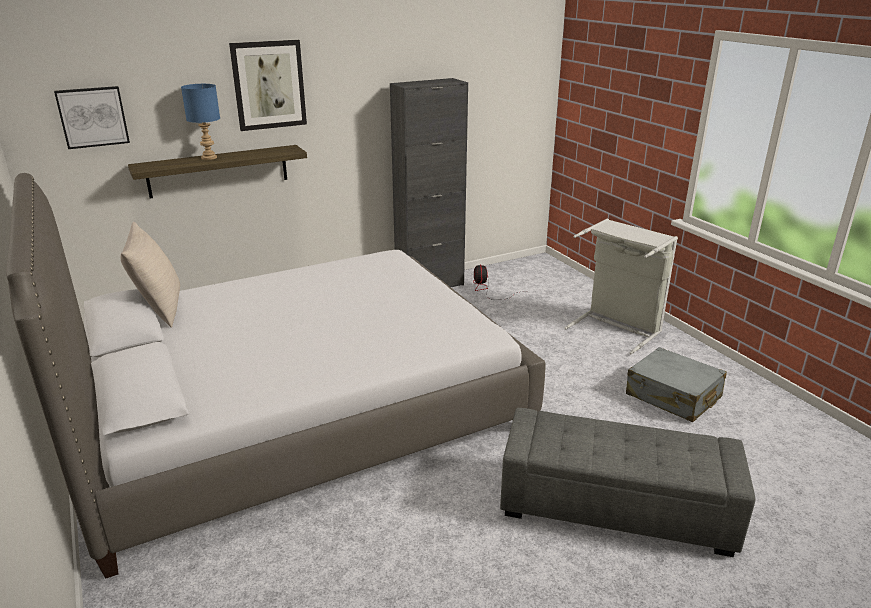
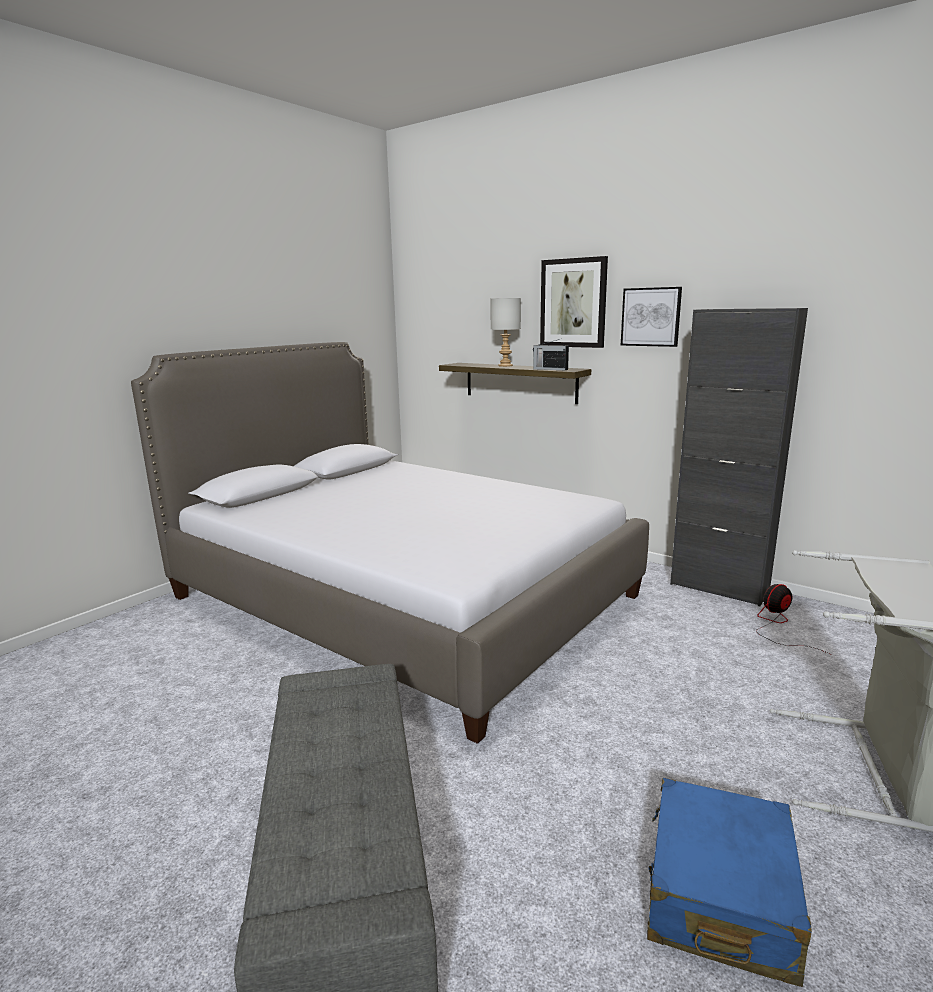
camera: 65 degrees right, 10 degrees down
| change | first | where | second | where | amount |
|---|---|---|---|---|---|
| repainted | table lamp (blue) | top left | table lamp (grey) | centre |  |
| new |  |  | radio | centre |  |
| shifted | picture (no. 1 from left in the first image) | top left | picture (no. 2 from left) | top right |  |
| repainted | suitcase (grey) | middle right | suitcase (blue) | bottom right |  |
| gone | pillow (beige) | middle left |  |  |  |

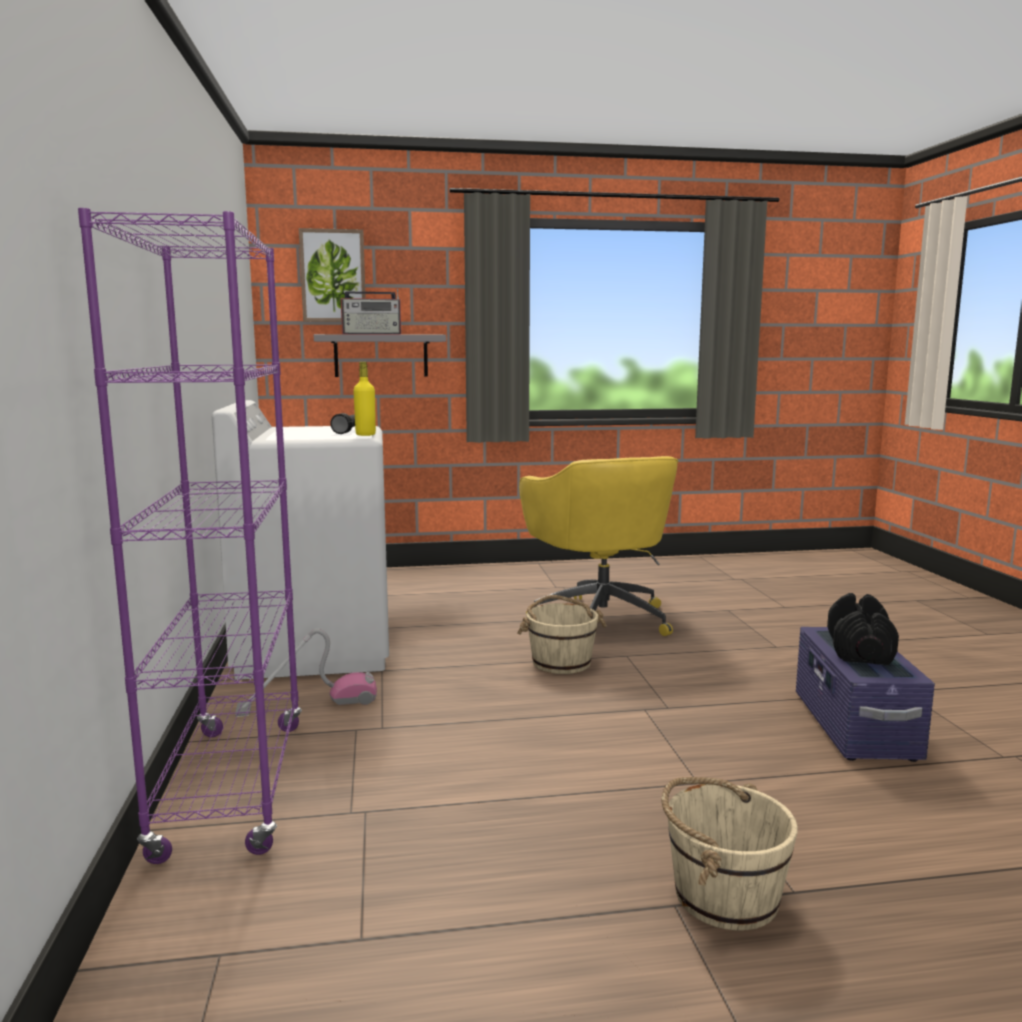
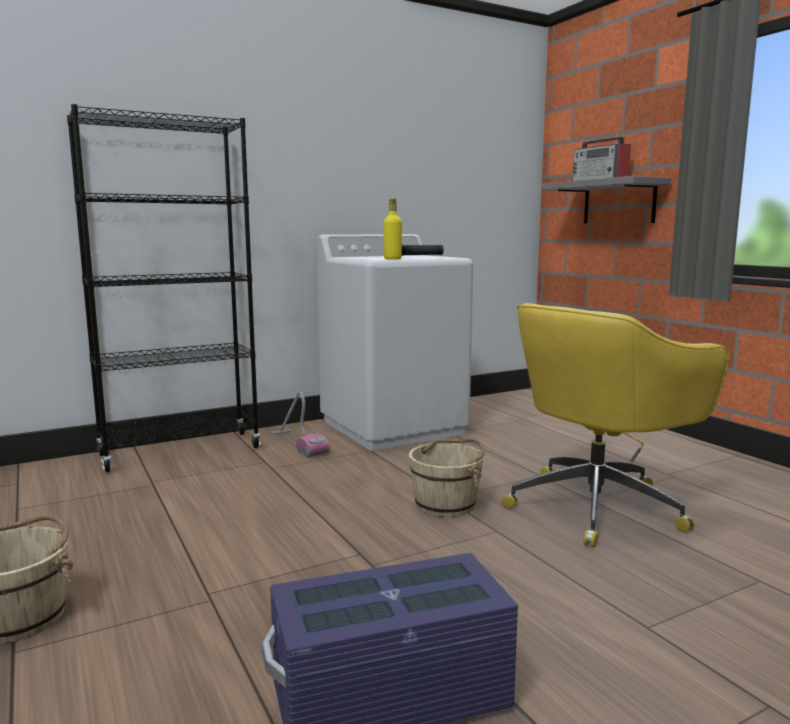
camera: 70 degrees right, 0 degrees up
| change | first | where | second | where | amount |
|---|---|---|---|---|---|
| repainted | bookcase (purple) | middle left | bookcase (black) | middle left |  |
| gone | picture | top left |  |  |  |
| gone | dumbbell (black) | middle right |  |  |  |

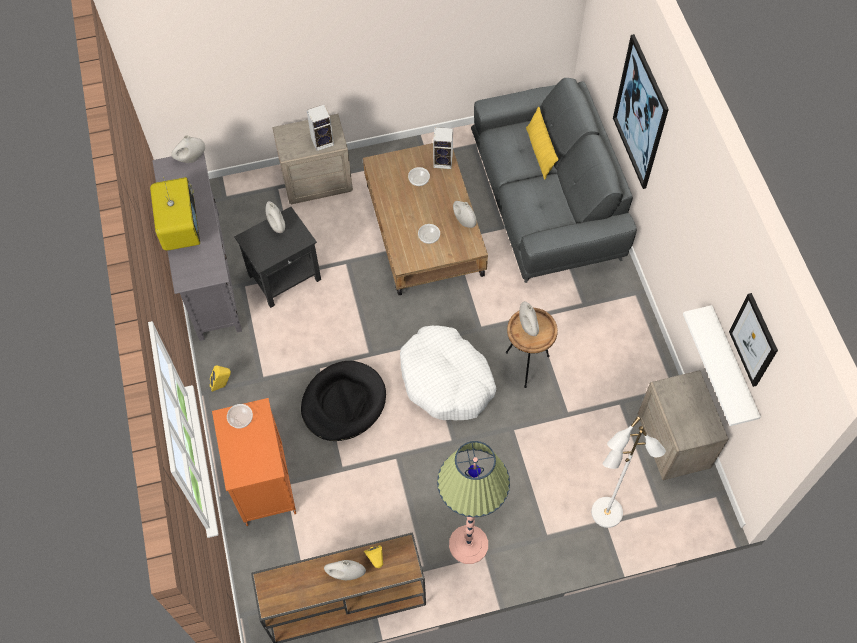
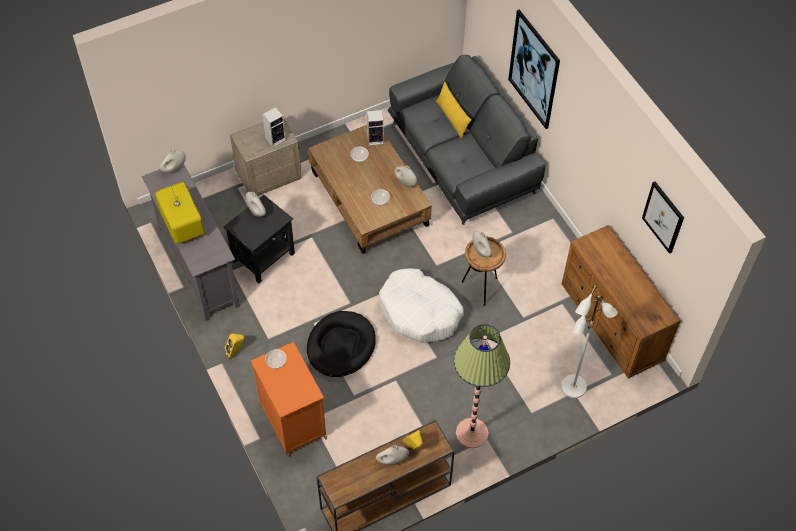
camera: 15 degrees left, 5 degrees down
| change | first | where | second | where | amount |
|---|---|---|---|---|---|
| swapped | nightstand (beige) (no. 2 from left) | middle right | dresser (brown) | middle right |  |
| gone | shelf (white) | middle right |  |  |  |

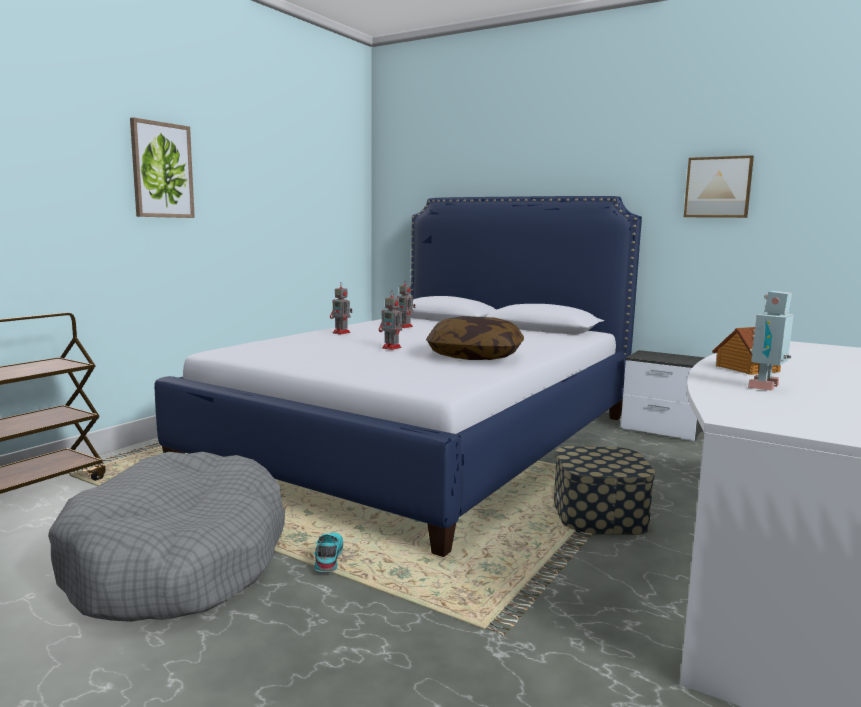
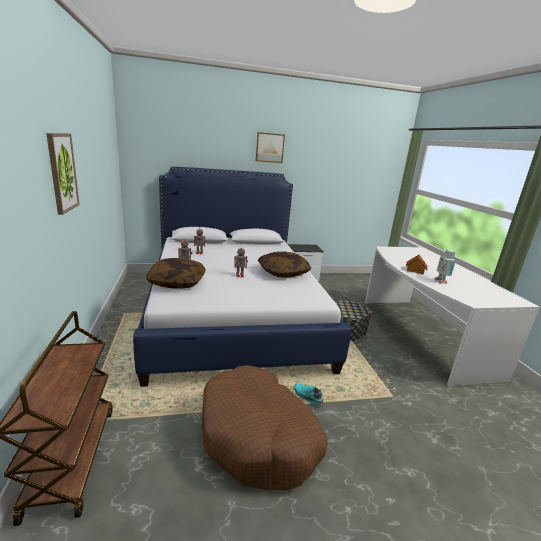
camera: 45 degrees left, 10 degrees up
| change | first | where | second | where | amount |
|---|---|---|---|---|---|
| new |  |  | pillow (no. 1 from left) | middle left |  |
| repainted | dog bed (grey) | bottom left | dog bed (brown) | bottom centre |  |
| shifted | picture (no. 2 from left) | top right |  | top centre |  |

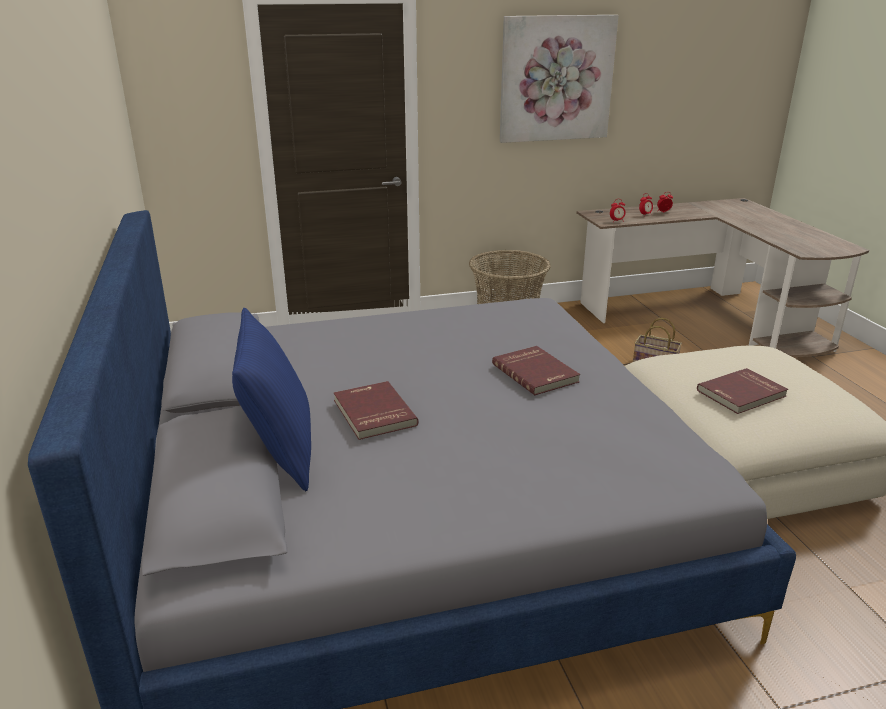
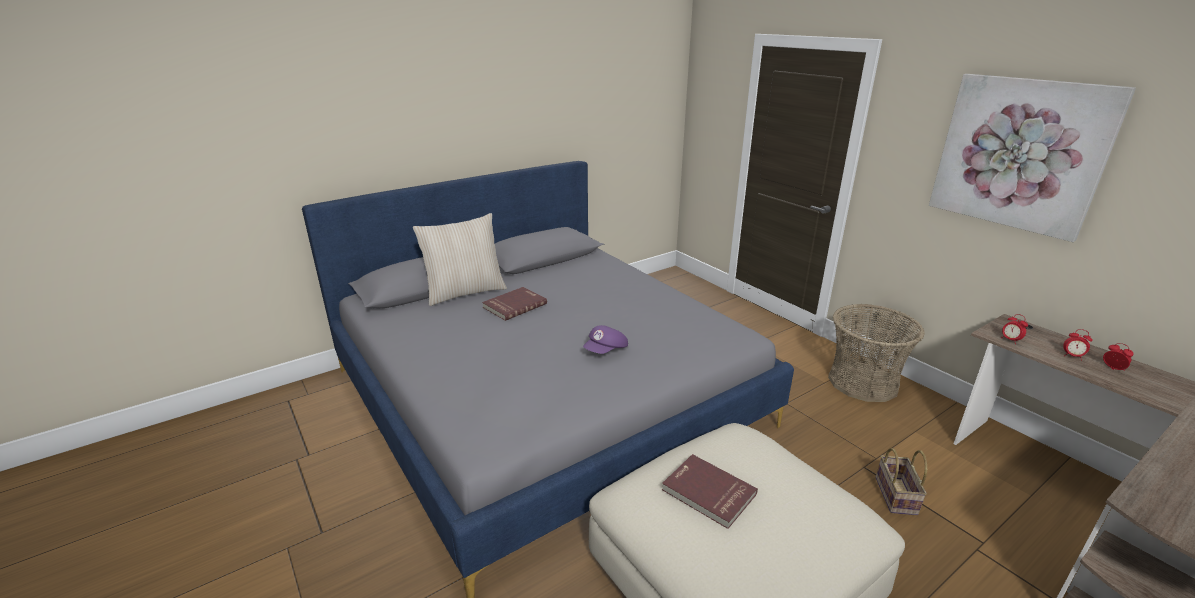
camera: 70 degrees right, 0 degrees up
| change | first | where | second | where | amount |
|---|---|---|---|---|---|
| repainted | pillow (blue) | middle left | pillow (beige) | centre |  |
| swapped | book (red) (no. 2 from left) | centre | cap (purple) | centre |  |

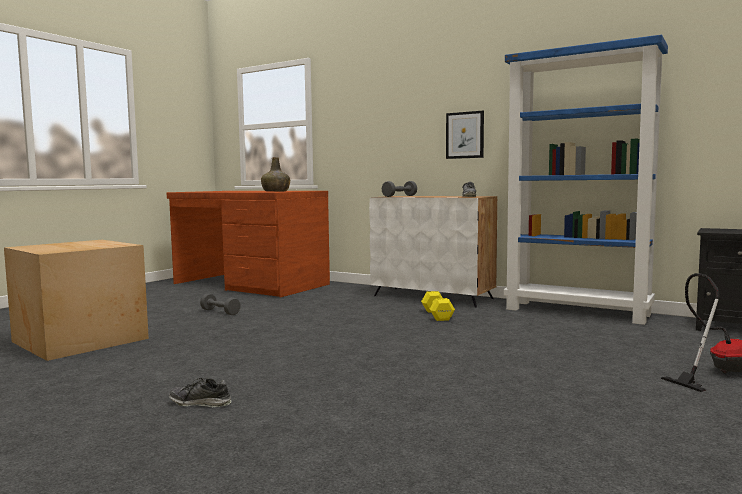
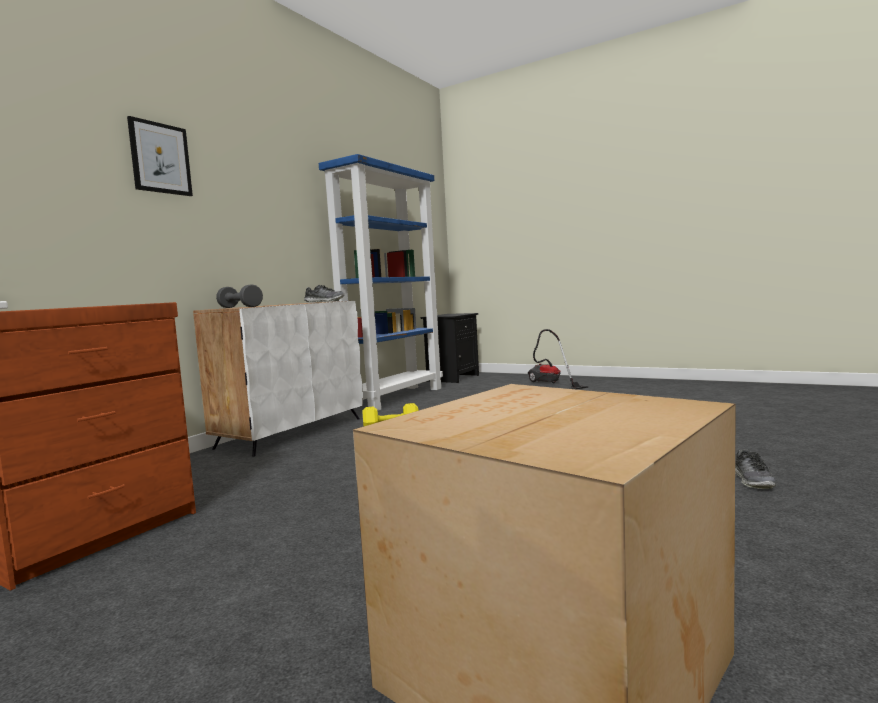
camera: 90 degrees left, 0 degrees up
| change | first | where | second | where | amount |
|---|---|---|---|---|---|
| shifted | picture | top centre |  | top left |  |
| gone | dumbbell (grey) (no. 1 from left) | middle left |  |  |  |
| gone | bottle (green) | centre |  |  |  |

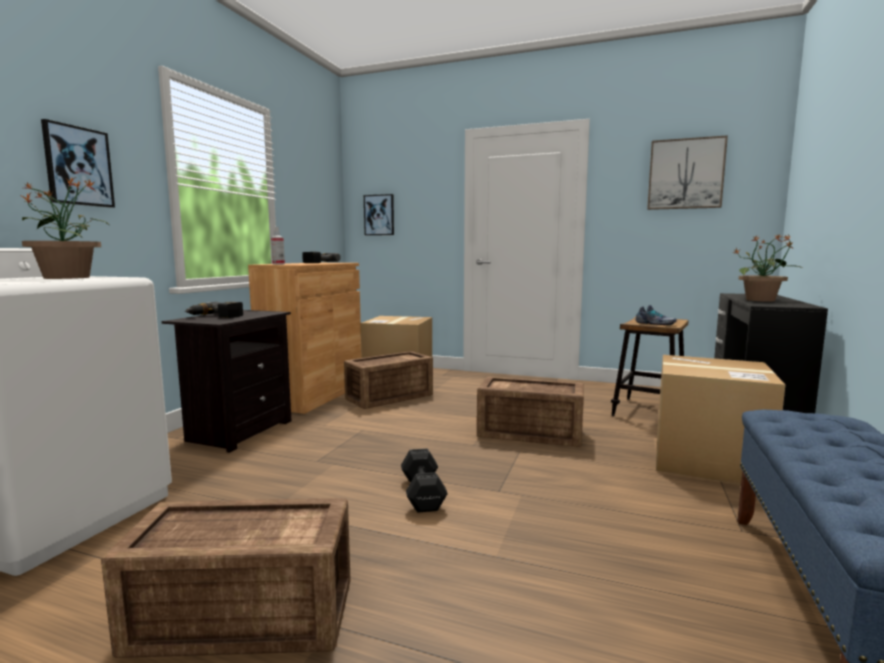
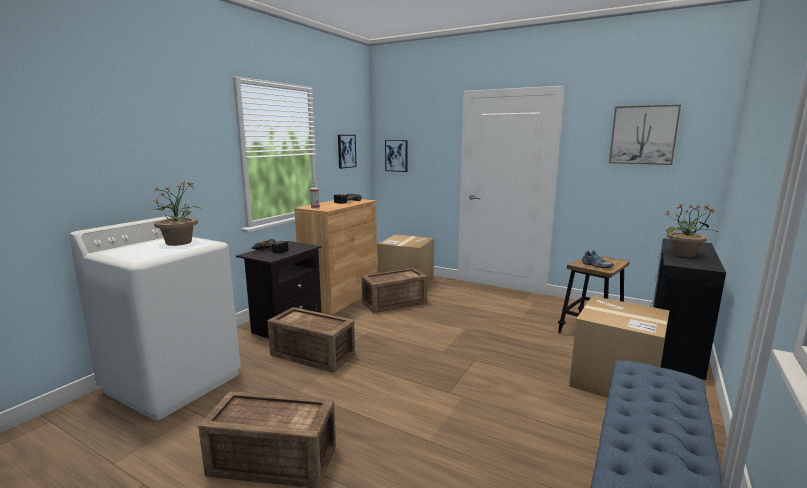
camera: 10 degrees right, 5 degrees up
| change | first | where | second | where | amount |
|---|---|---|---|---|---|
| shifted | crate (no. 3 from left in the first image) | centre | crate (no. 2 from left) | bottom centre |  |
| shifted | picture (no. 1 from left) | top left |  | top centre |  |
| gone | dumbbell (black) | bottom centre |  |  |  |

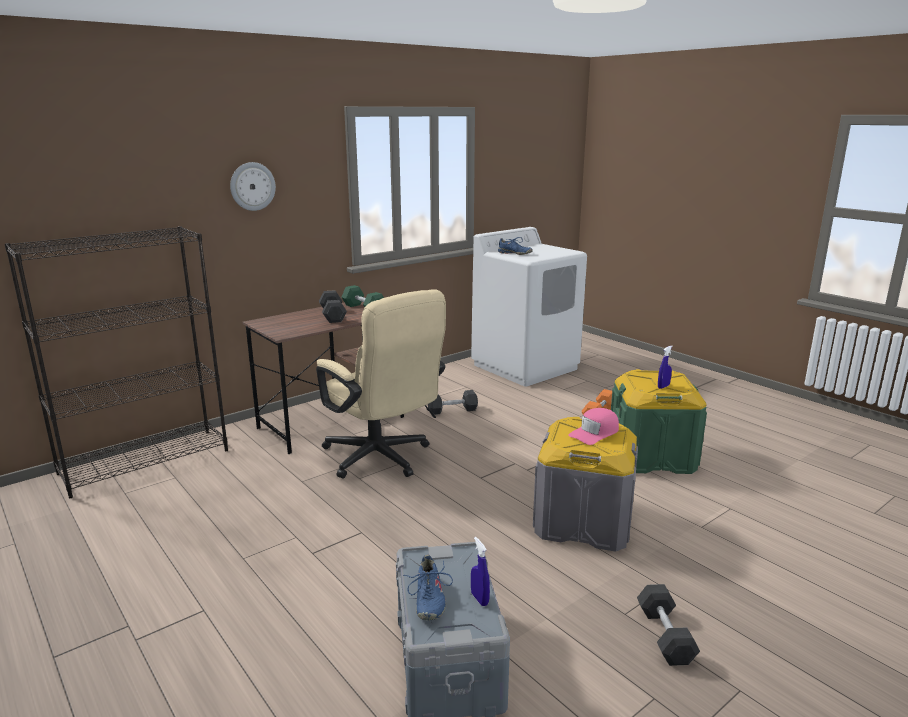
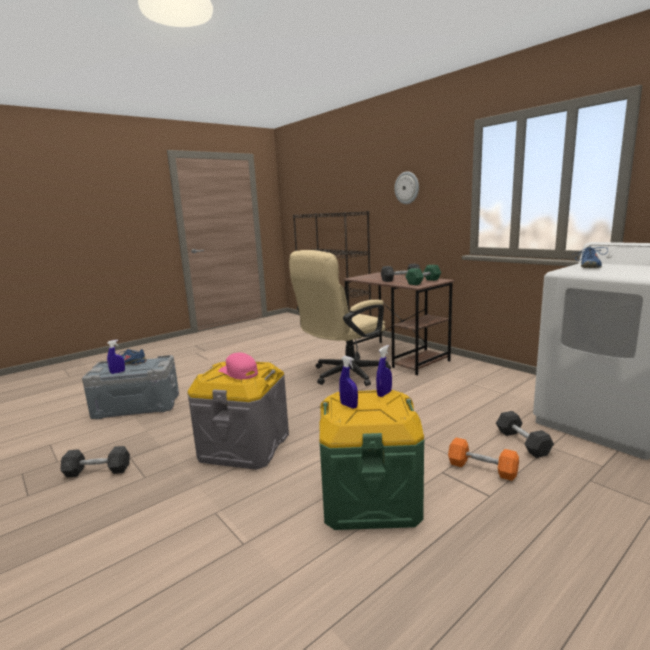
camera: 90 degrees right, 5 degrees down
| change | first | where | second | where | amount |
|---|---|---|---|---|---|
| new |  |  | spray bottle (blue) (no. 3 from left) | centre |  |
| shifted | dumbbell (grey) (no. 2 from left in the first image) | centre | dumbbell (grey) (no. 3 from left) | bottom right |  |

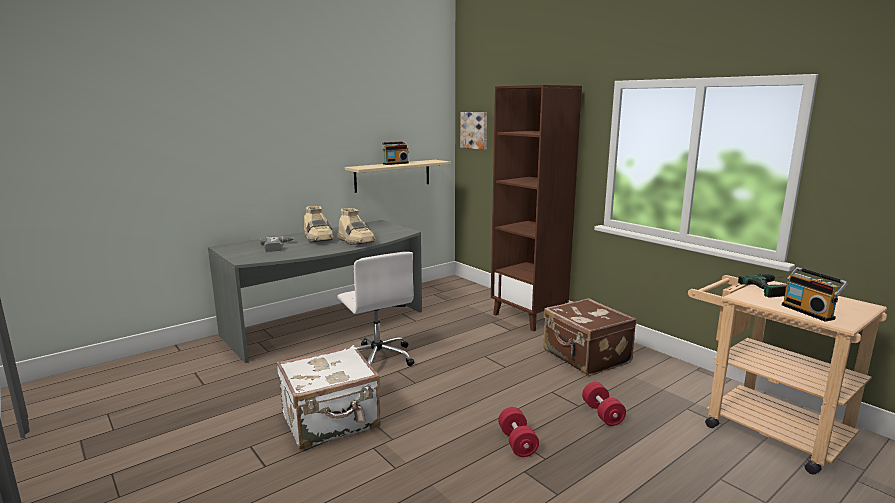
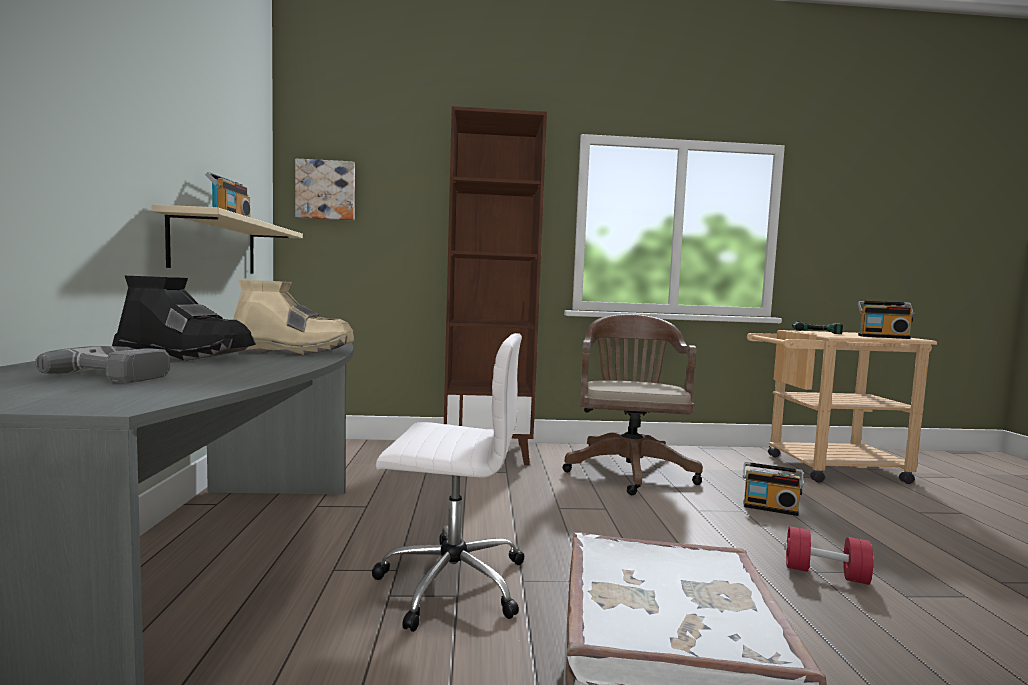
camera: 55 degrees left, 10 degrees down
| change | first | where | second | where | amount |
|---|---|---|---|---|---|
| repainted | boot (beige) (no. 1 from left) | centre | boot (black) | middle left |  |
| swapped | suitcase (brown) | bottom centre | office chair (brown) | centre |  |
| swapped | dumbbell (red) (no. 2 from left) | bottom right | radio (no. 2 from left) | bottom right |  |

